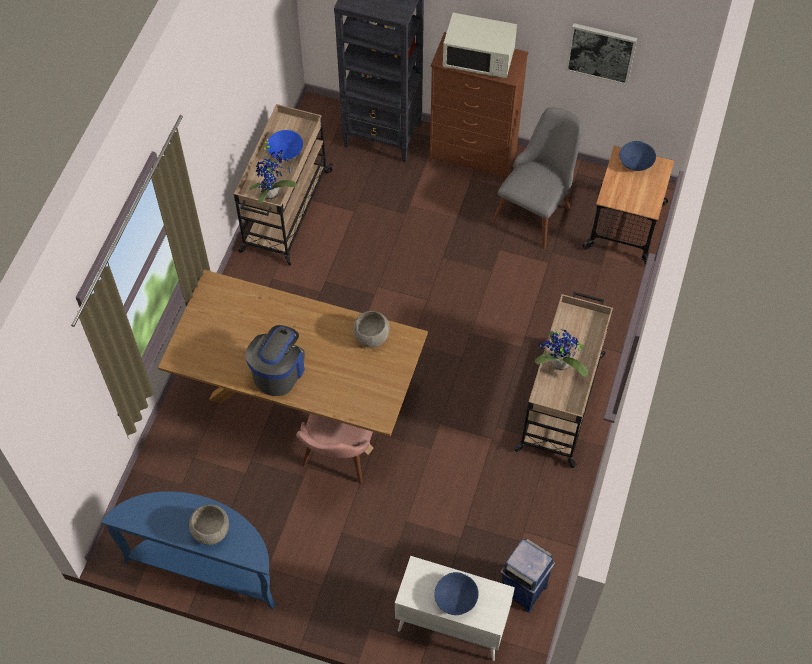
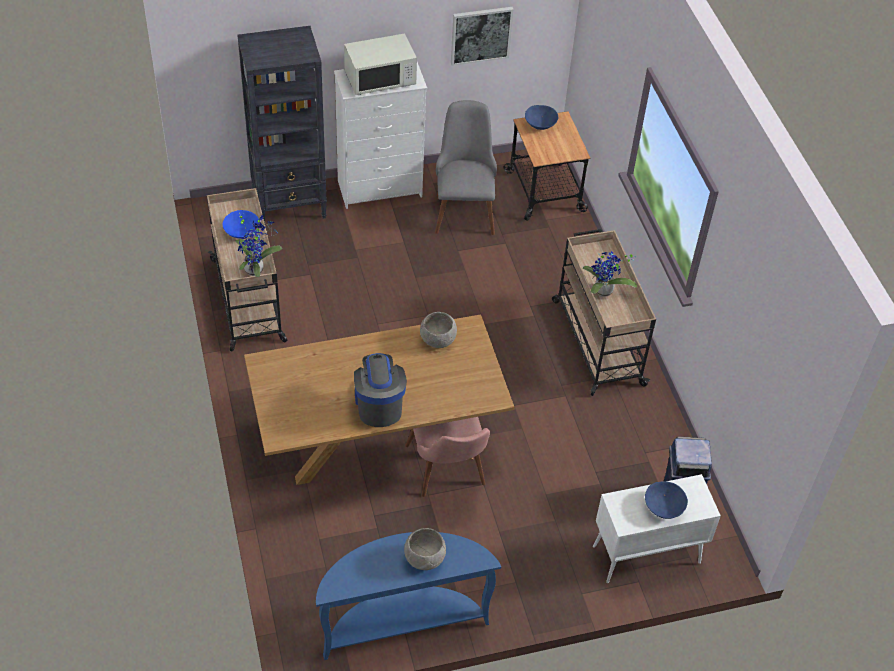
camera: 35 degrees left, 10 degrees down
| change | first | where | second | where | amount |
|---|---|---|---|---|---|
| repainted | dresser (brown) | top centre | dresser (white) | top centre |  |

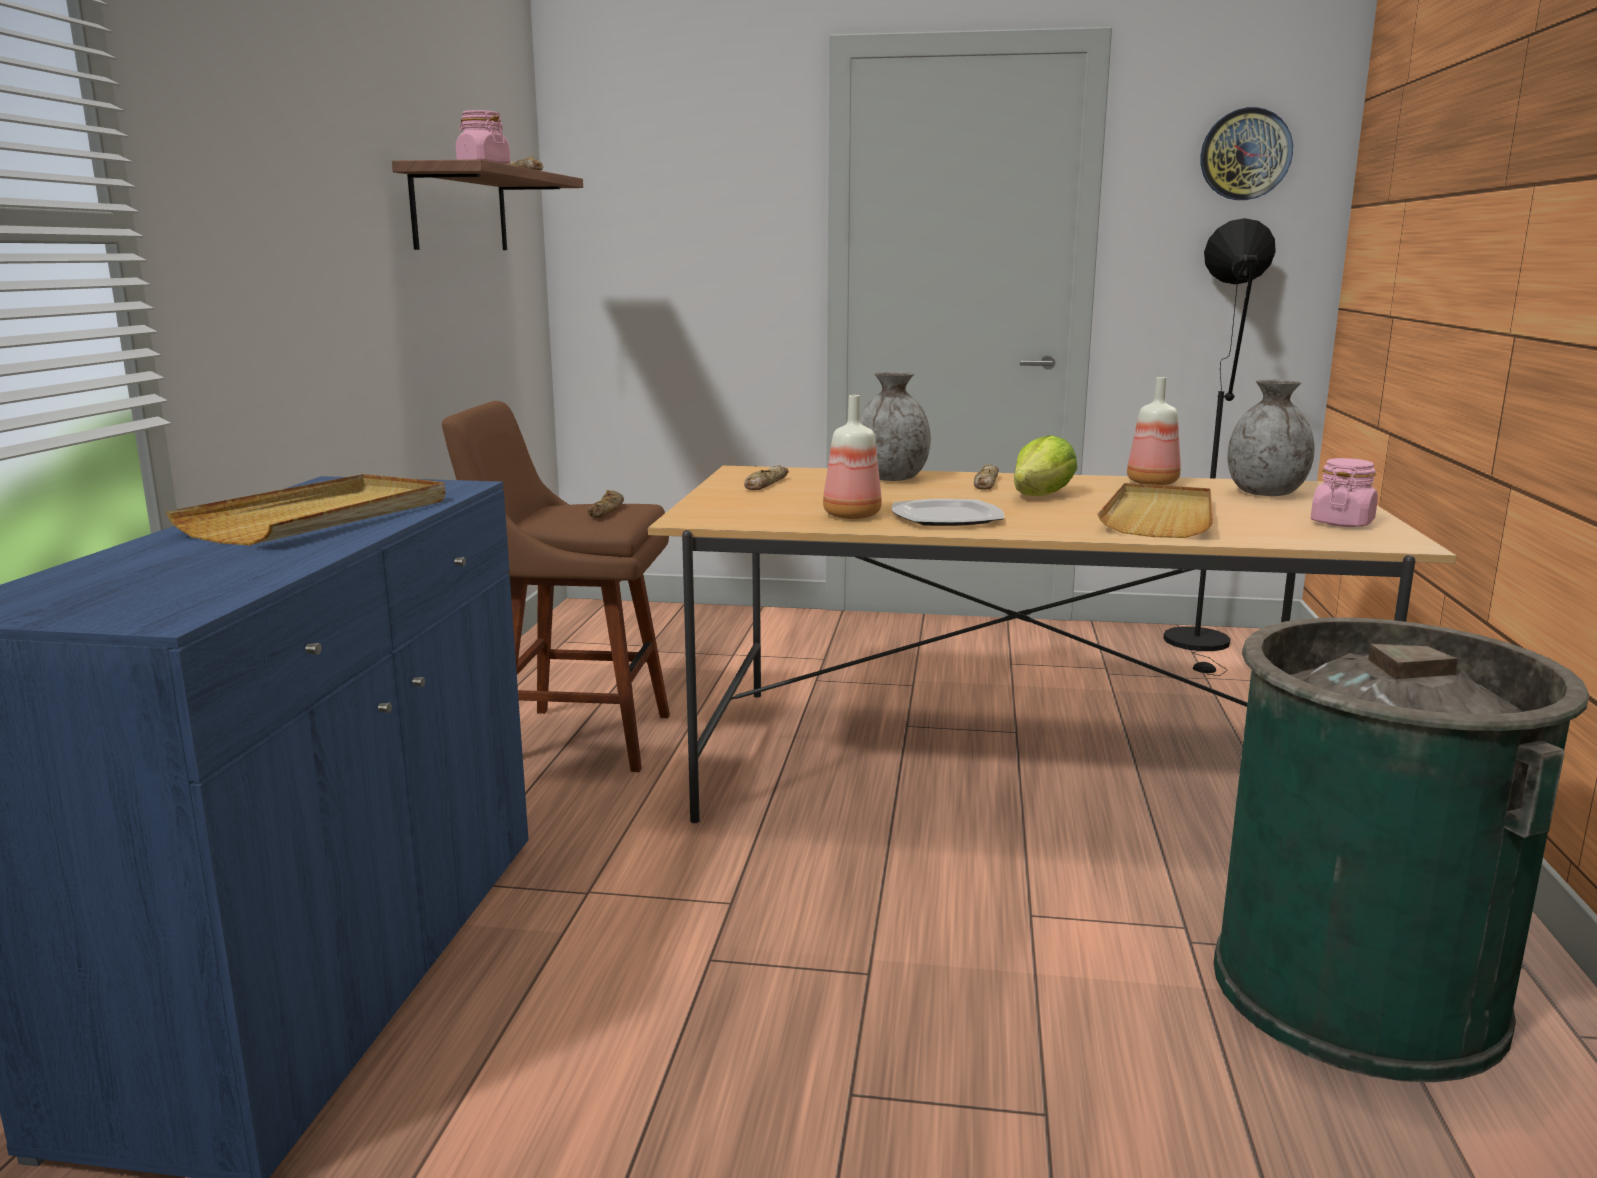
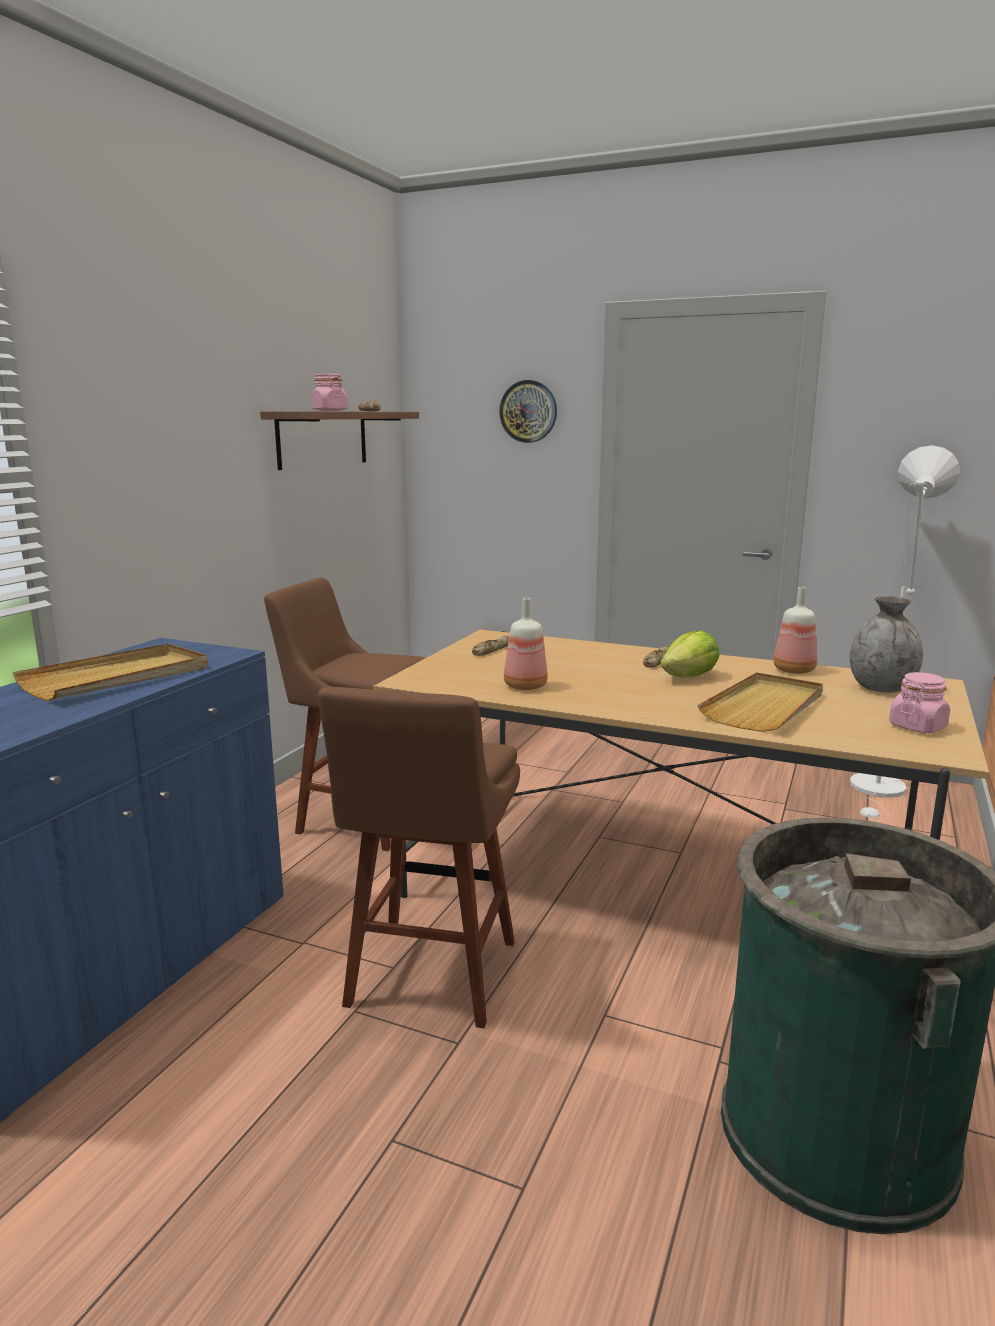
camera: 15 degrees right, 0 degrees up
| change | first | where | second | where | amount |
|---|---|---|---|---|---|
| new |  |  | stool (brown) (no. 2 from left) | centre |  |
| shifted | wall clock | top right |  | top centre |  |
| repainted | floor lamp (black) | middle right | floor lamp (white) | middle right |  |
| gone | bread (no. 2 from left) | centre |  |  |  |
| gone | vase (grey) (no. 1 from left) | centre |  |  |  |
| gone | plate | centre |  |  |  |

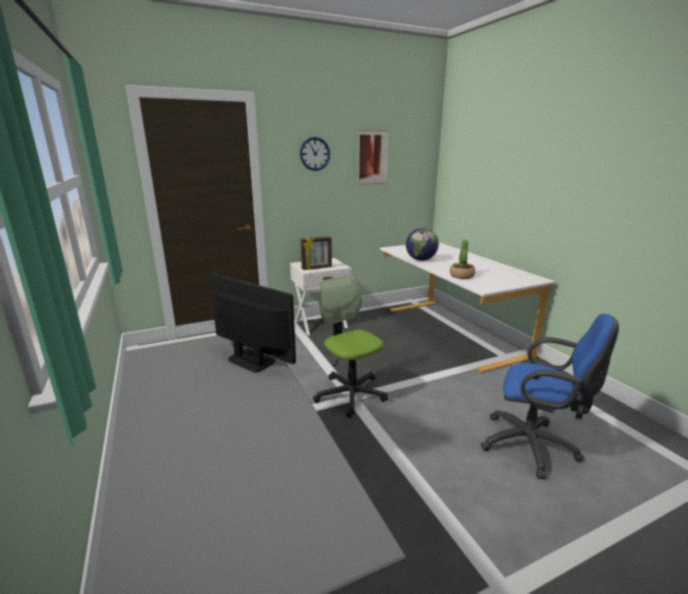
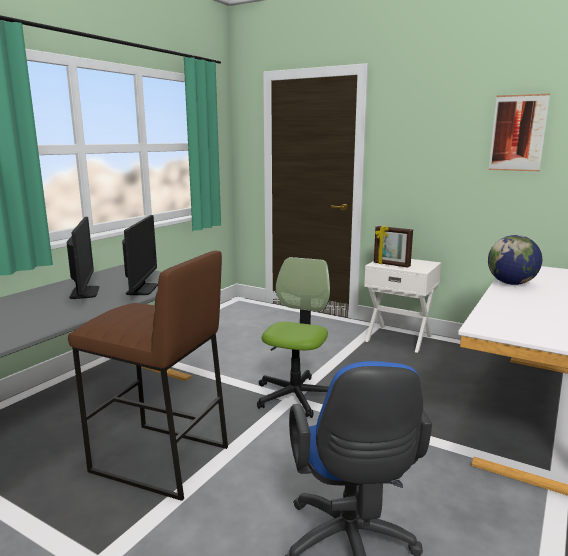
camera: 55 degrees right, 5 degrees down
| change | first | where | second | where | amount |
|---|---|---|---|---|---|
| new |  |  | monitor (no. 1 from left) | middle left |  |
| new |  |  | stool (brown) | bottom left |  |
| gone | wall clock | top centre |  |  |  |
| gone | potted plant | middle right |  |  |  |

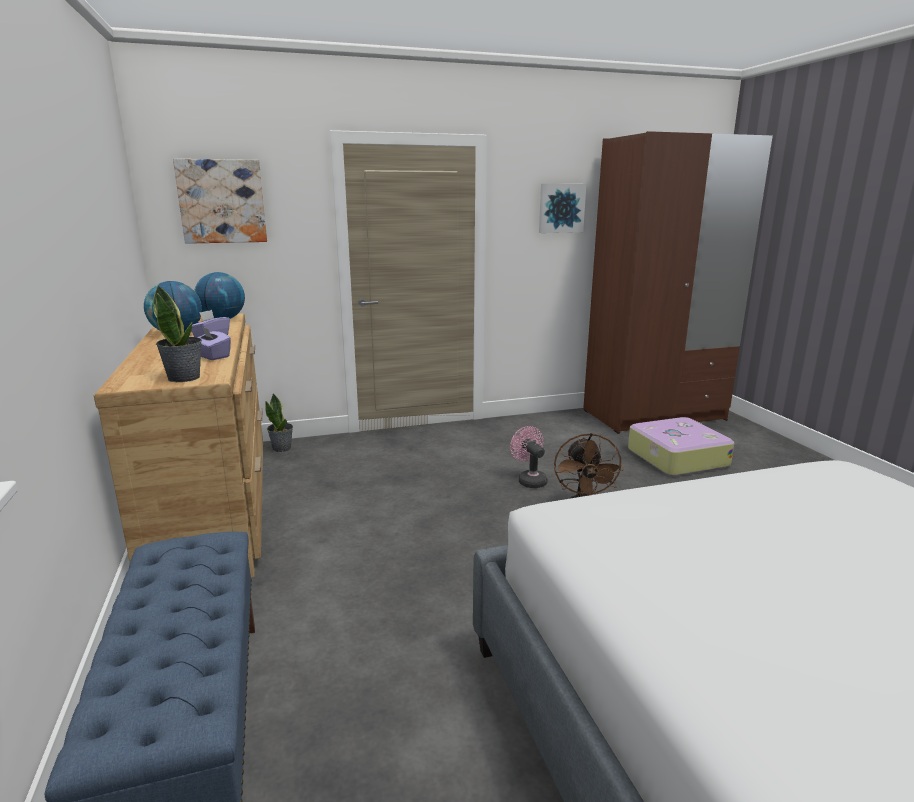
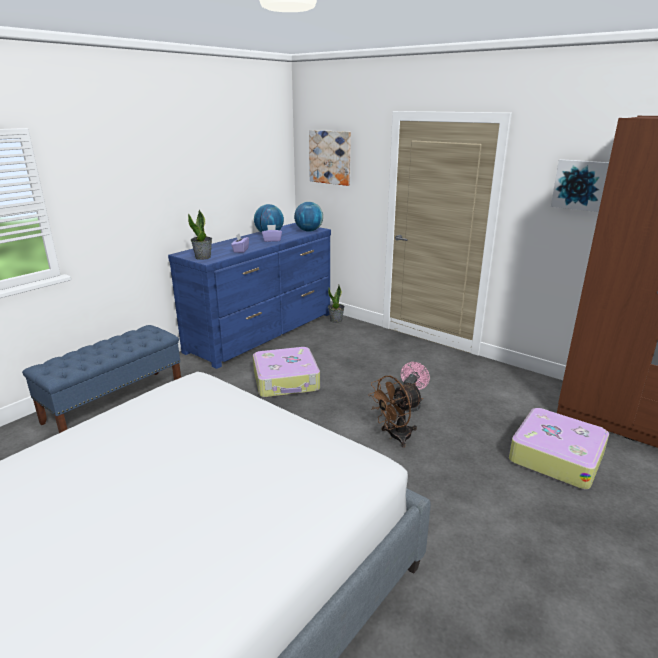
camera: 55 degrees right, 5 degrees up
| change | first | where | second | where | amount |
|---|---|---|---|---|---|
| repainted | dresser (brown) | middle left | dresser (blue) | centre |  |
| new |  |  | suitcase (no. 1 from left) | centre |  |

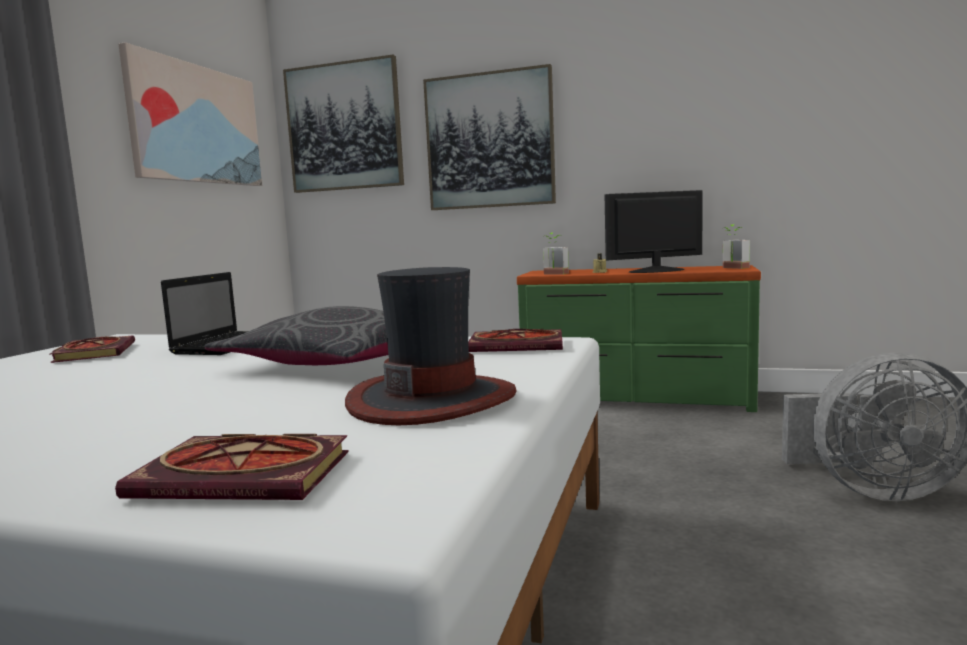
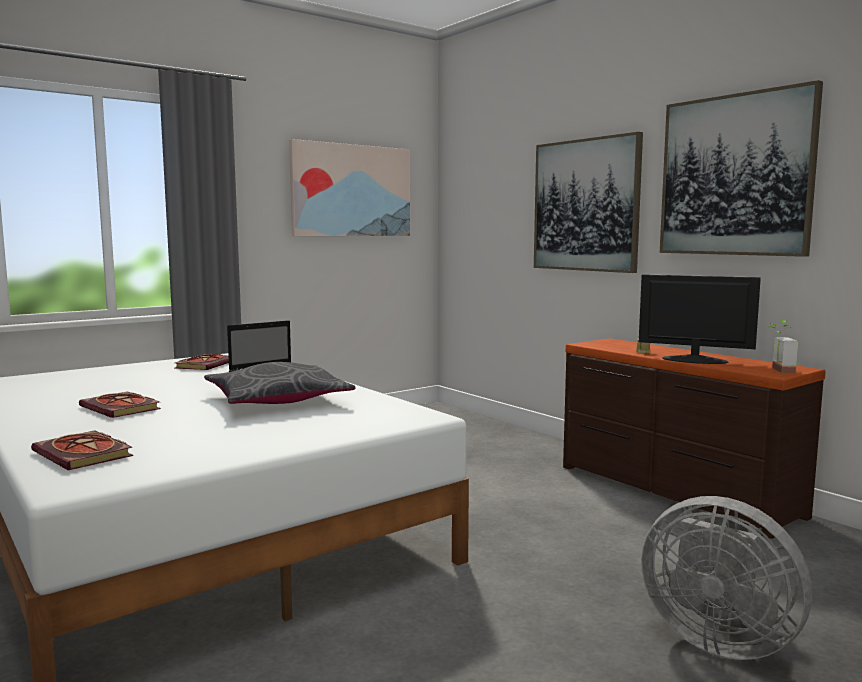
camera: 35 degrees right, 0 degrees up
| change | first | where | second | where | amount |
|---|---|---|---|---|---|
| shifted | book (no. 3 from left in the first image) | centre | book (no. 2 from left) | middle left |  |
| repainted | dresser (green) | centre | dresser (brown) | middle right |  |
| shifted | picture (no. 2 from left in the first image) | top centre | picture (no. 3 from left) | top right |  |
| gone | hat | centre |  |  |  |
| gone | potted plant (no. 1 from left) | centre |  |  |  |

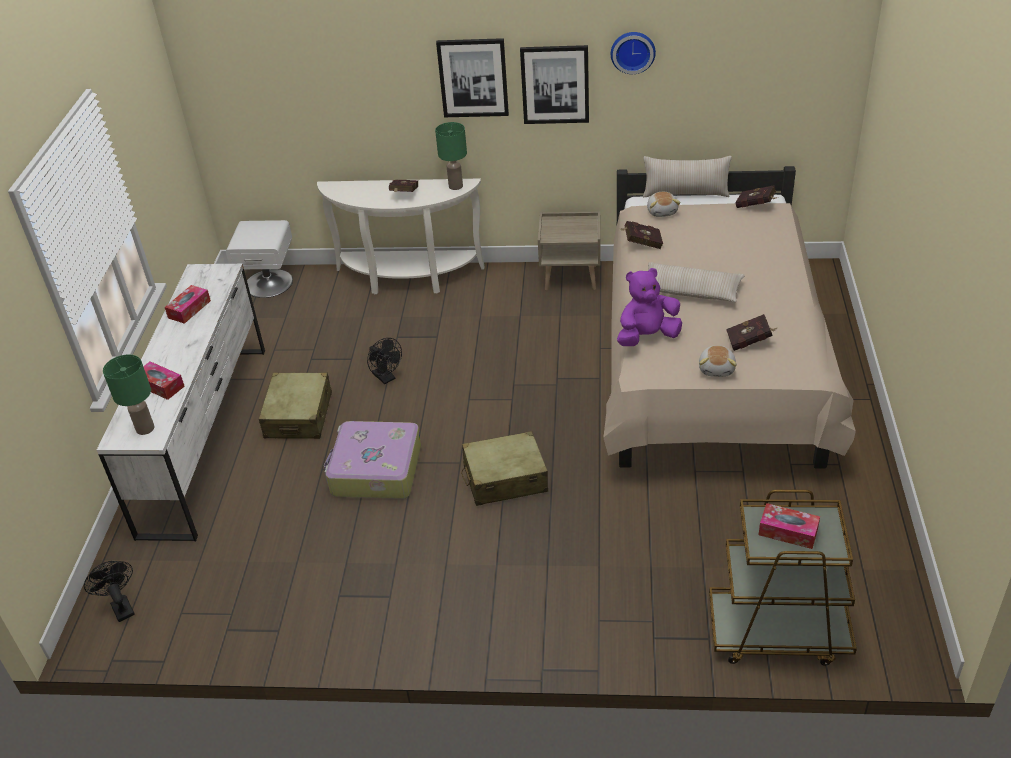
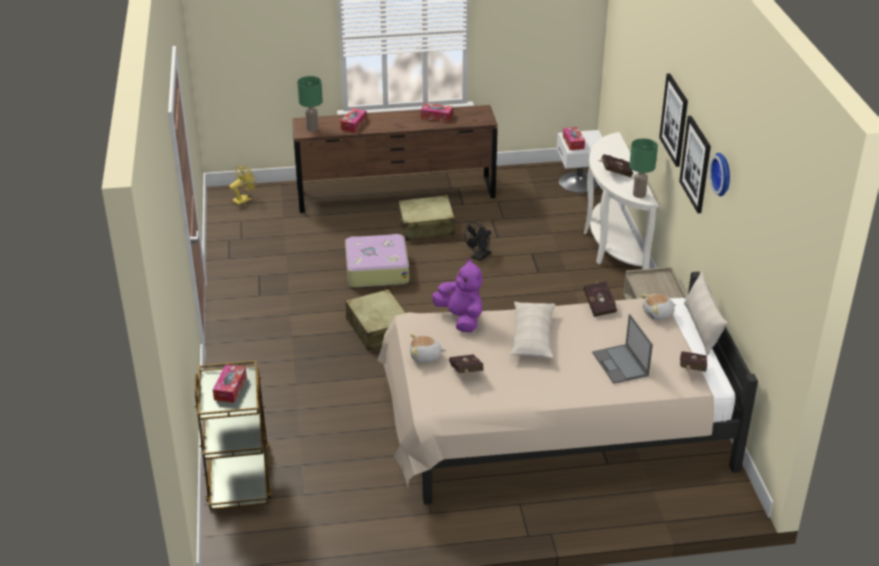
camera: 75 degrees right, 5 degrees down
| change | first | where | second | where | amount |
|---|---|---|---|---|---|
| repainted | fan (black) (no. 1 from left) | bottom left | fan (yellow) | top left |  |
| repainted | dresser (white) | middle left | dresser (brown) | top centre |  |
| new |  |  | tissue box (no. 4 from left) | top centre |  |
| new |  |  | laptop | middle right |  |

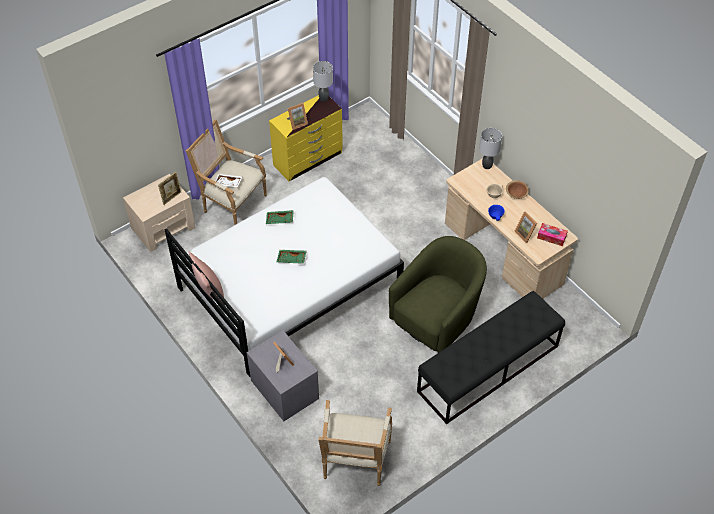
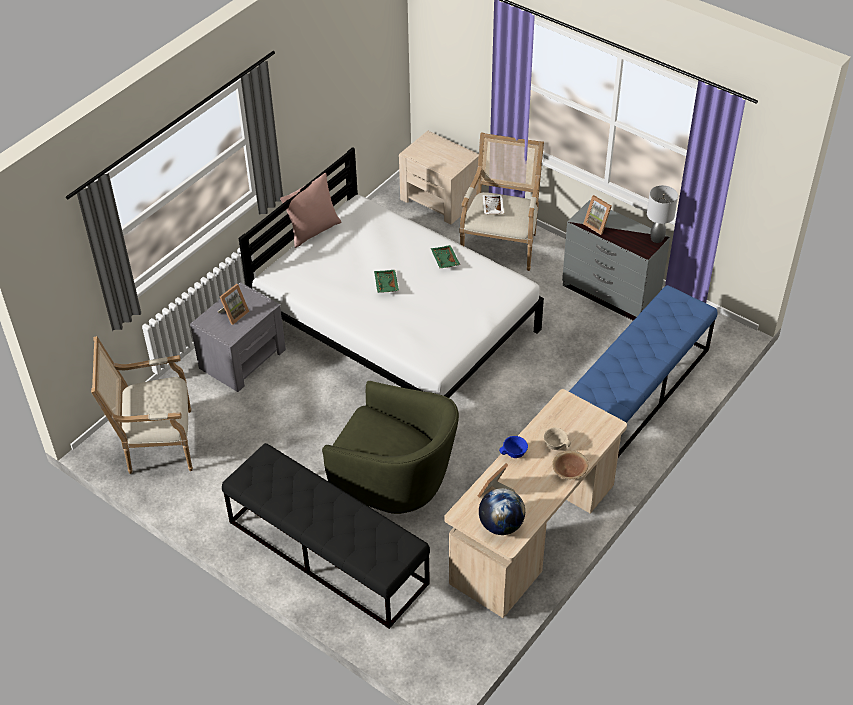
camera: 75 degrees right, 5 degrees down
| change | first | where | second | where | amount |
|---|---|---|---|---|---|
| swapped | tissue box | middle right | globe | bottom centre |  |
| repainted | dresser (yellow) | top centre | dresser (grey) | middle right |  |
| new |  |  | bench (blue) | middle right |  |
| gone | picture frame (no. 1 from left) | middle left |  |  |  |
| gone | table lamp (grey) (no. 2 from left) | top right |  |  |  |

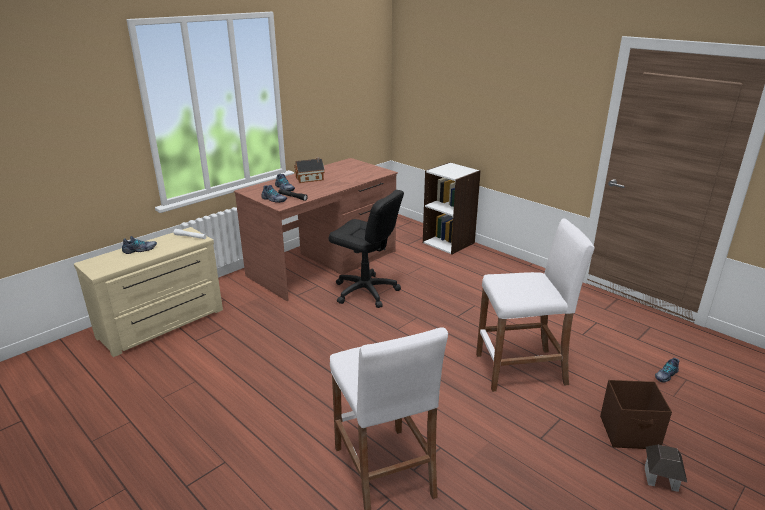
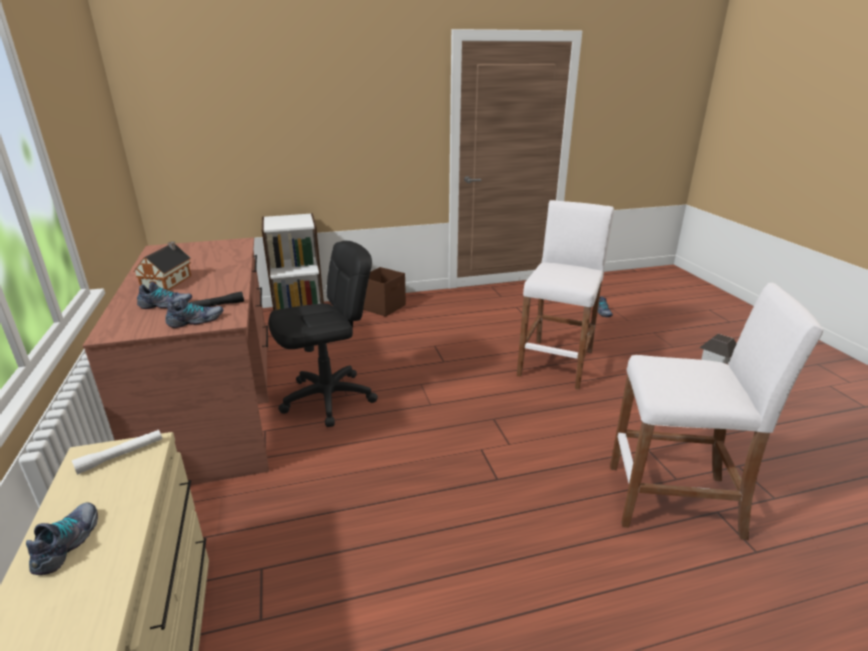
camera: 60 degrees left, 0 degrees up
| change | first | where | second | where | amount |
|---|---|---|---|---|---|
| shifted | storage box (brown) | bottom right |  | centre |  |

